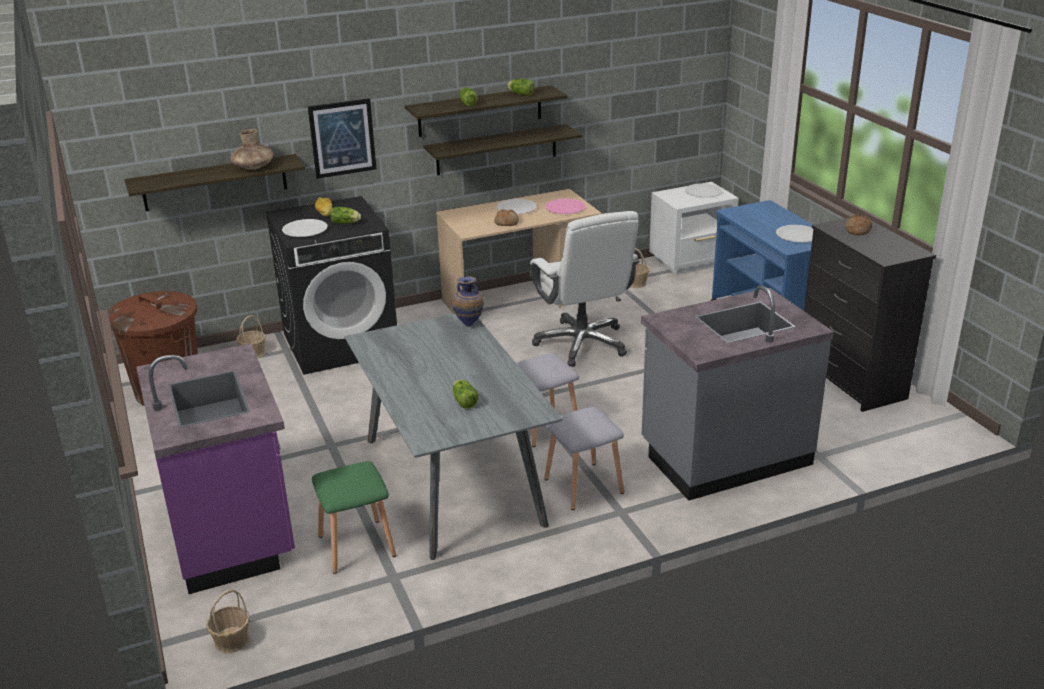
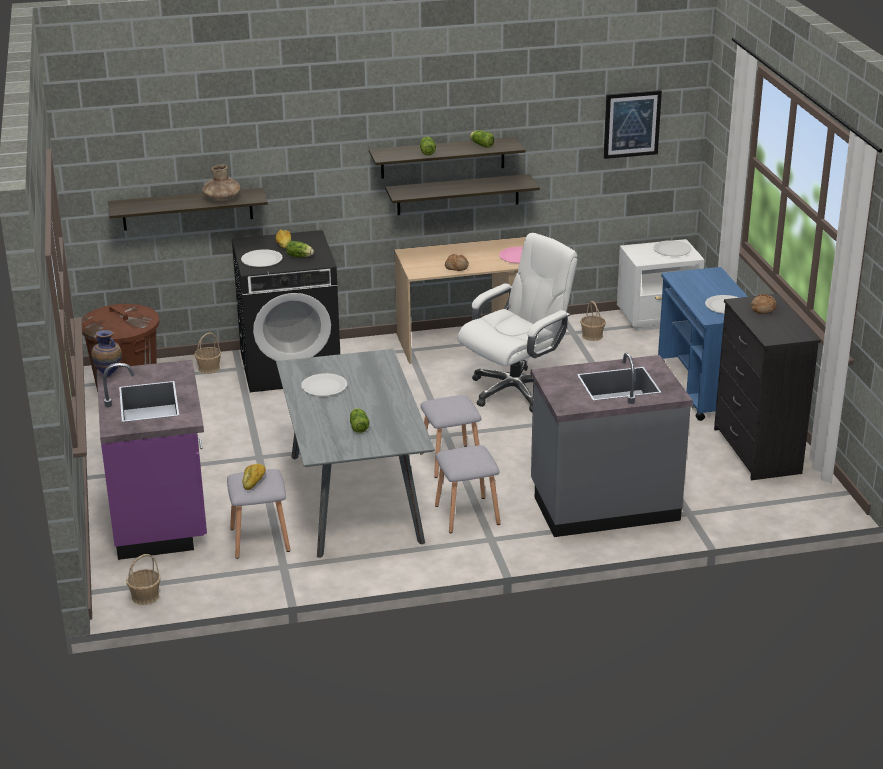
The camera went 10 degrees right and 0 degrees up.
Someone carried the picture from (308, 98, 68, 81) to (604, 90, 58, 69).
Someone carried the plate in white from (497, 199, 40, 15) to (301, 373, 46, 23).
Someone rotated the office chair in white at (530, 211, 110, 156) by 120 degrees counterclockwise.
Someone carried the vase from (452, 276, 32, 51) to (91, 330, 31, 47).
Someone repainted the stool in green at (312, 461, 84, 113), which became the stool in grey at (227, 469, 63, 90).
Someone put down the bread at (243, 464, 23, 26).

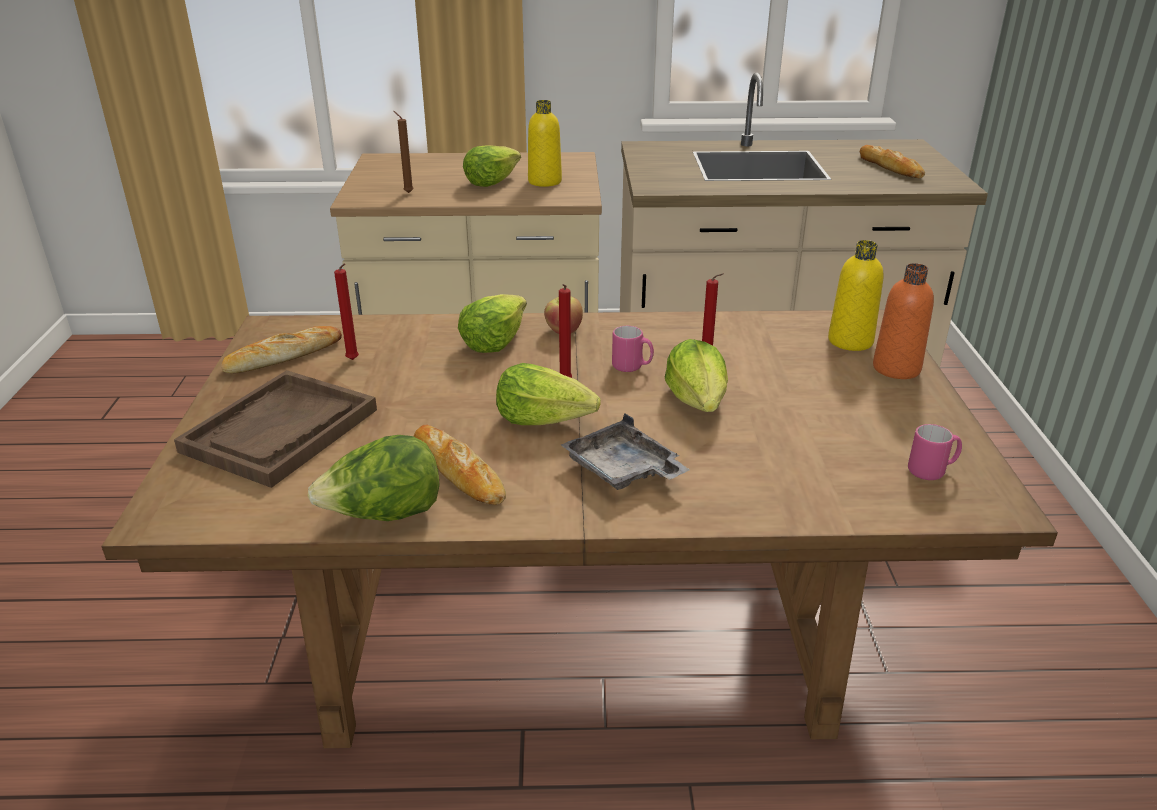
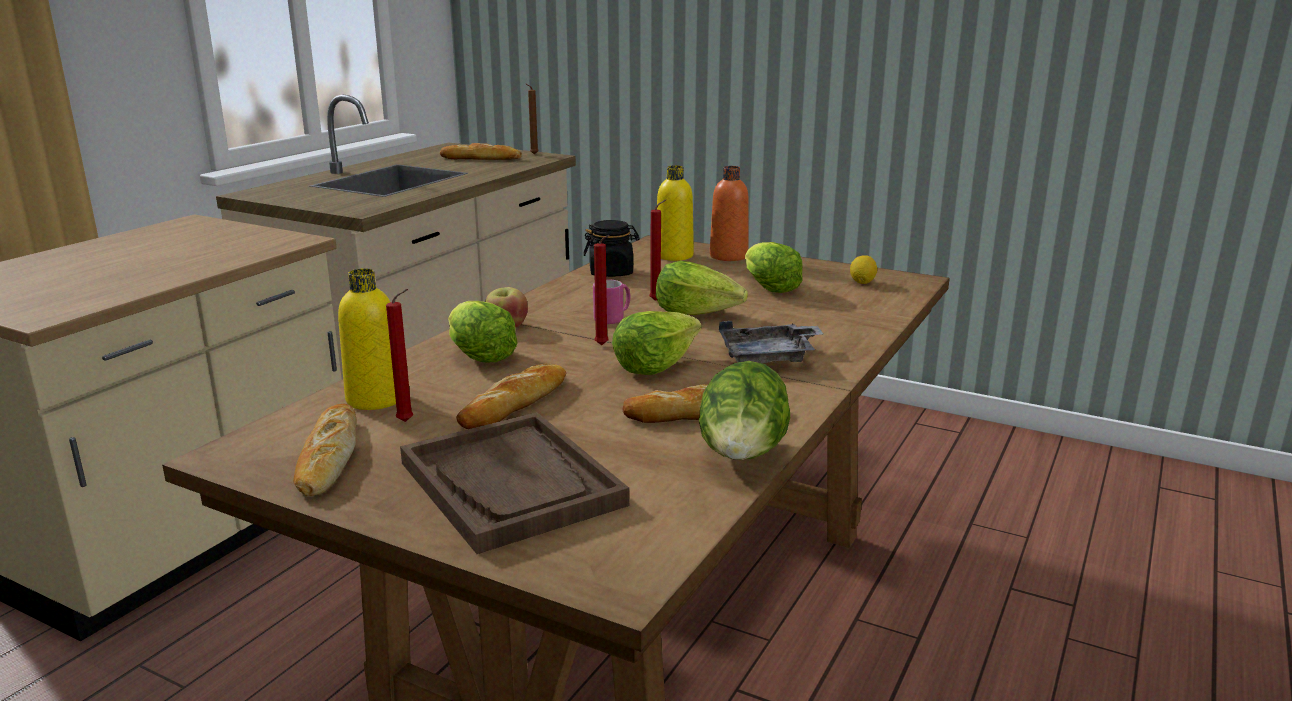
The camera went 60 degrees left and 10 degrees down.
Someone carried the bottle in yellow from (528, 100, 34, 87) to (338, 268, 58, 142).
Someone carried the candle in brown from (393, 111, 21, 82) to (526, 84, 13, 71).
Someone carried the lettuce from (463, 145, 58, 42) to (745, 242, 58, 51).
Someone swapped the mug in pink at (908, 424, 54, 56) for the lemon at (850, 255, 27, 29).
Someone put down the jar in black at (583, 220, 57, 57).
Someone put down the bread at (456, 363, 111, 66).

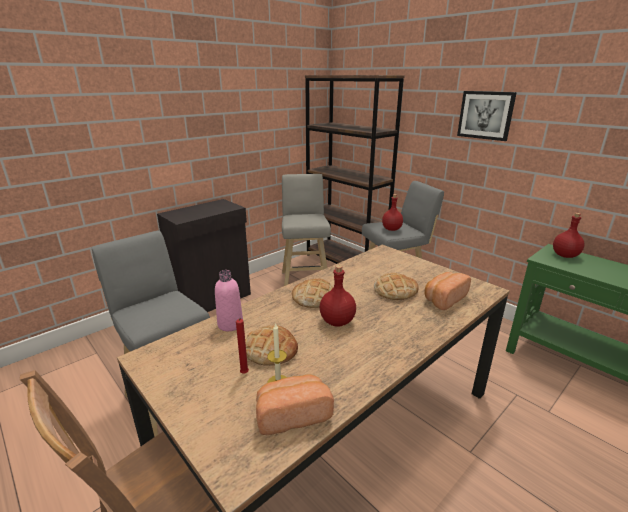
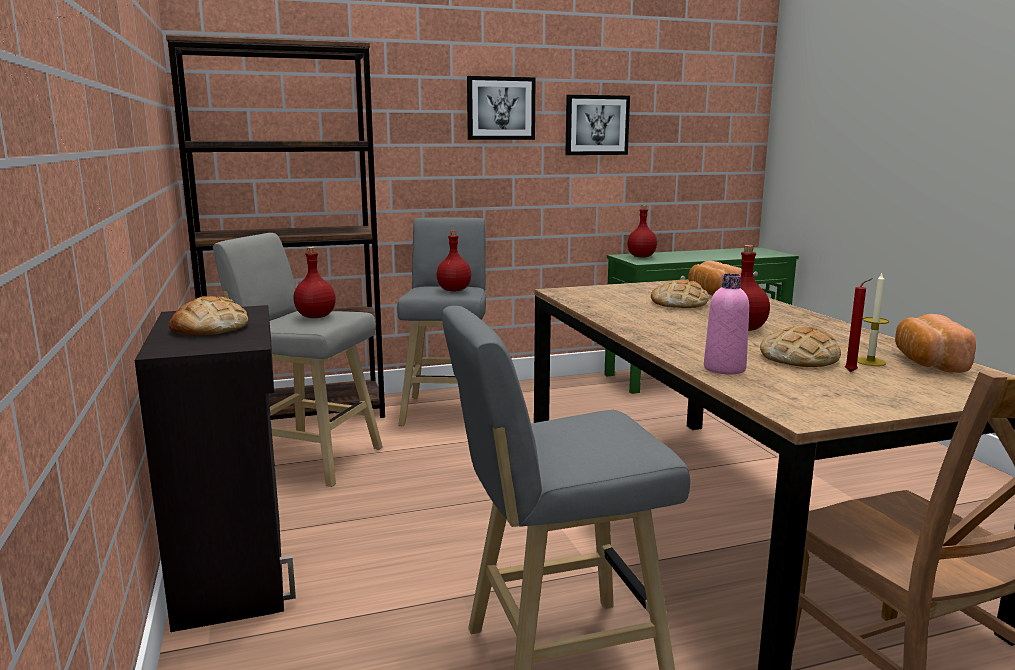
The camera went 65 degrees left and 10 degrees down.
Someone carried the bread from (292, 278, 41, 30) to (169, 296, 79, 39).
Someone put up the picture at (565, 95, 65, 60).
Someone put down the bottle in red at (294, 247, 42, 71).

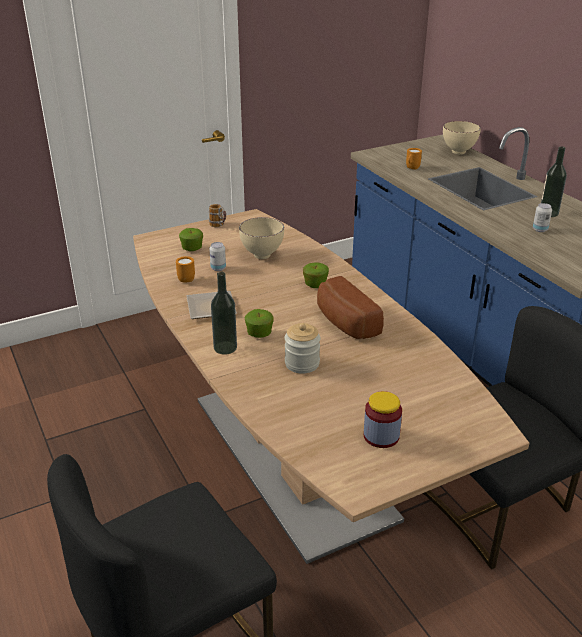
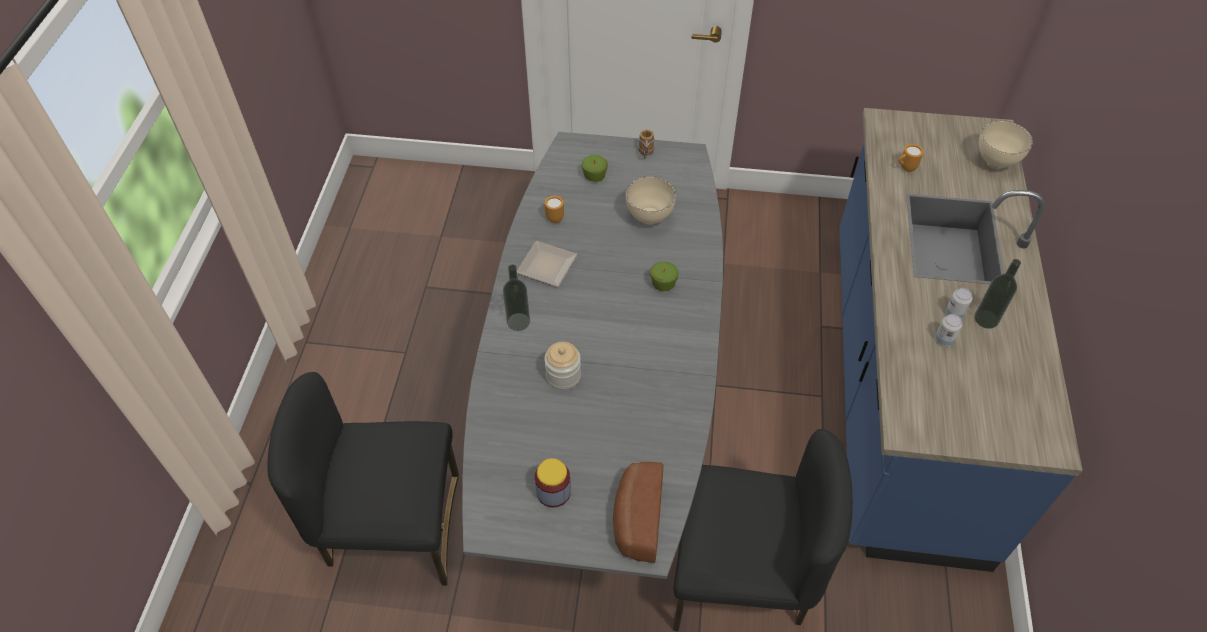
The camera went 35 degrees right and 20 degrees up.
Someone repainted the dining table in brown at (133, 209, 396, 355), which became the dining table in grey at (462, 132, 261, 447).
Someone carried the can from (209, 242, 17, 29) to (946, 288, 26, 31).
Someone carried the bread from (317, 276, 67, 63) to (613, 462, 50, 101).
Someone took away the apple at (245, 309, 29, 29).

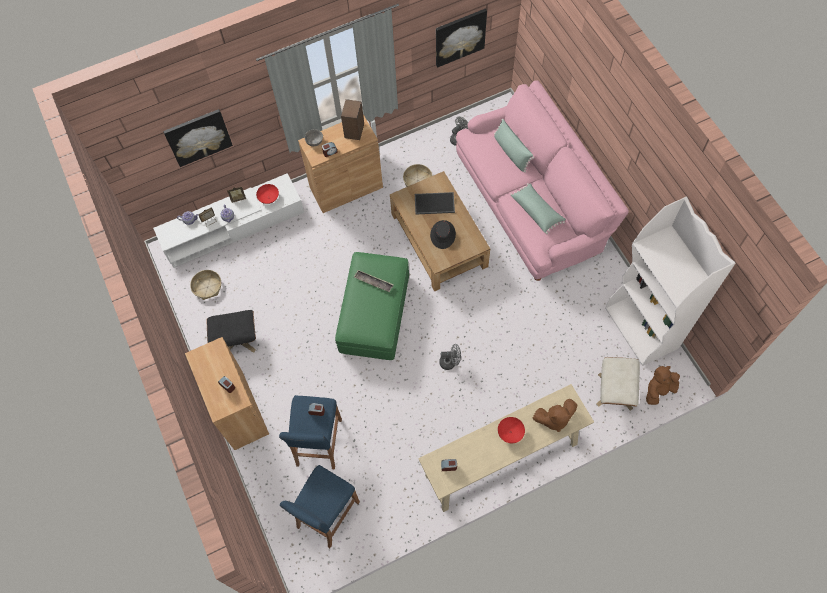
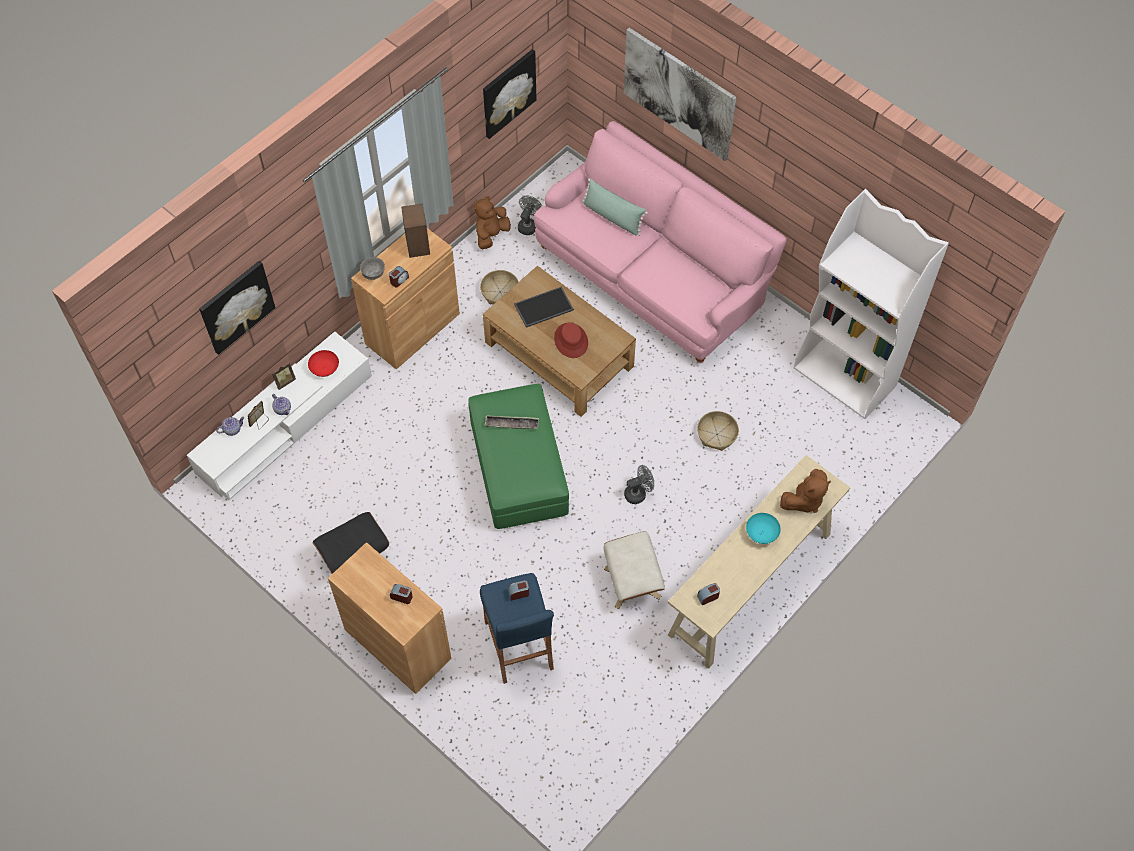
The camera went 25 degrees left and 5 degrees down.
Someone took away the pillow in green at (510, 183, 56, 51).
Someone repainted the hat in black at (430, 220, 26, 29), which became the hat in red at (554, 322, 34, 36).
Someone carried the basket from (190, 270, 32, 30) to (697, 411, 42, 40).
Someone carried the ottoman in beige from (596, 357, 44, 54) to (604, 531, 61, 78).
Someone carried the plush toy in brown from (646, 366, 34, 39) to (474, 196, 37, 53).
Someone repainted the bowl in red at (498, 417, 27, 26), which became the bowl in turquoise at (746, 513, 35, 31).
Someone took away the stool in blue at (280, 465, 80, 83).
Someone put up the picture at (624, 28, 112, 133).

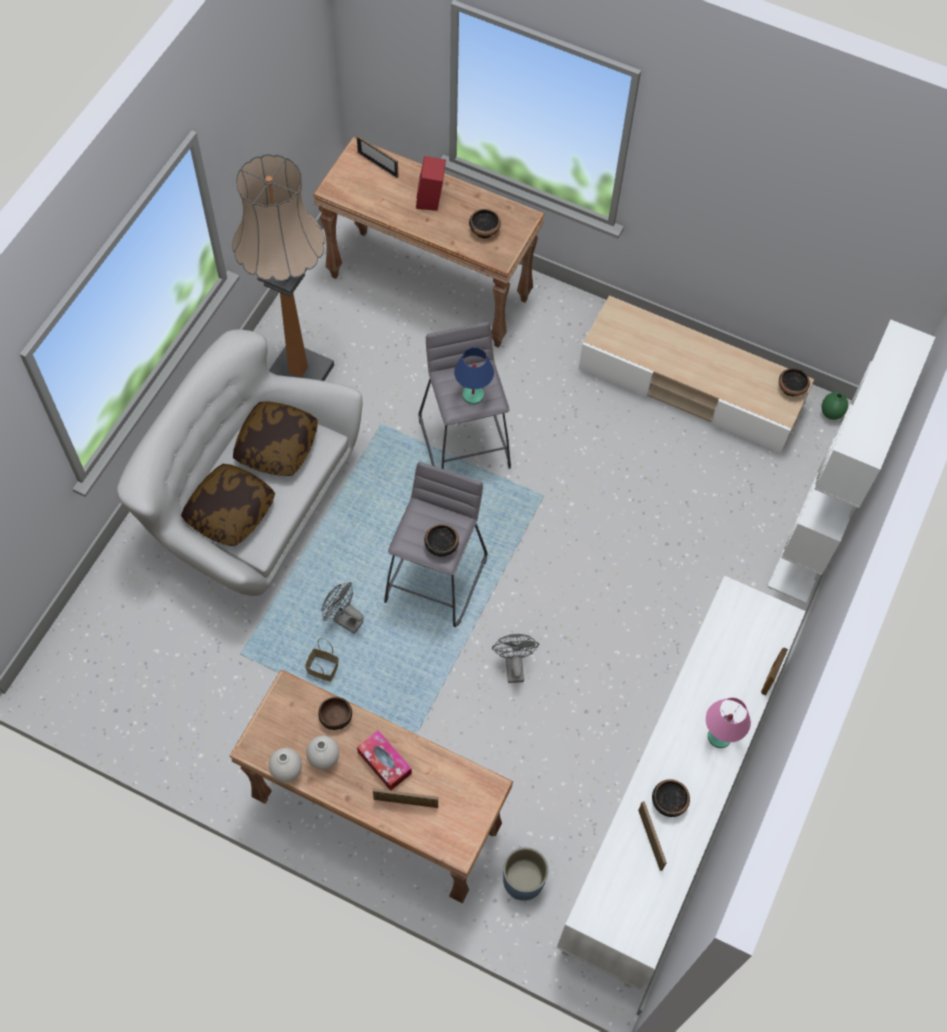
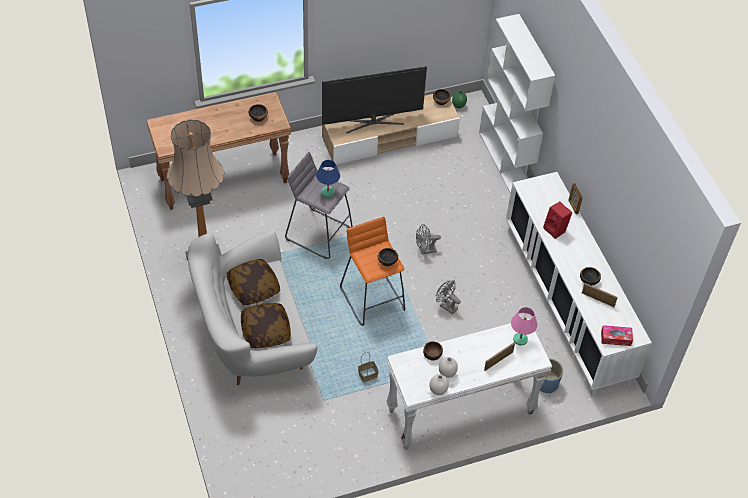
The camera went 45 degrees left and 10 degrees down.
Someone took away the picture frame at (357, 136, 42, 42).
Someone carried the speaker in red from (416, 156, 30, 55) to (543, 202, 29, 37).
Someone repainted the stool in grey at (384, 462, 103, 165), which became the stool in orange at (340, 217, 65, 109).
Someone carried the fan in grey from (321, 582, 43, 52) to (416, 224, 25, 30).
Someone repainted the console table in brown at (230, 669, 283, 234), which became the console table in white at (386, 318, 166, 132).
Someone carried the table lamp in pink from (706, 697, 45, 51) to (511, 307, 26, 38).
Someone carried the tissue box from (357, 730, 55, 61) to (601, 325, 32, 21).
Someone put down the television at (322, 66, 105, 67).

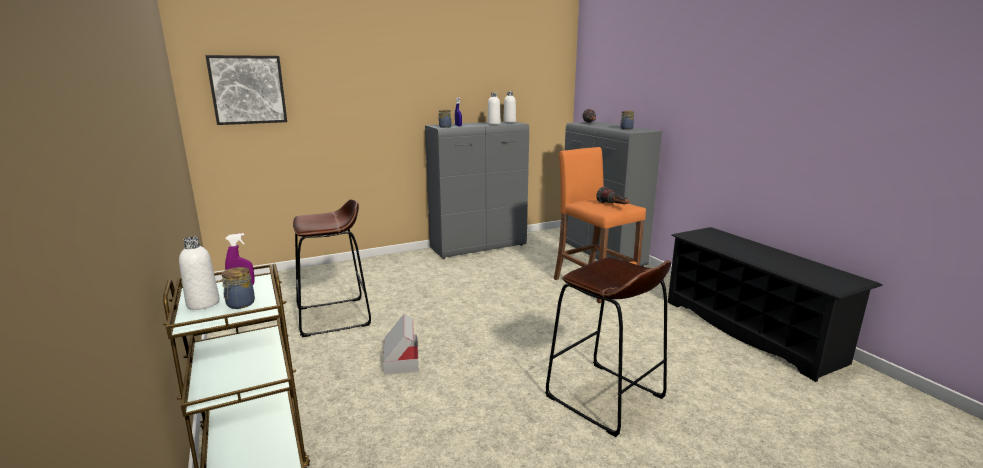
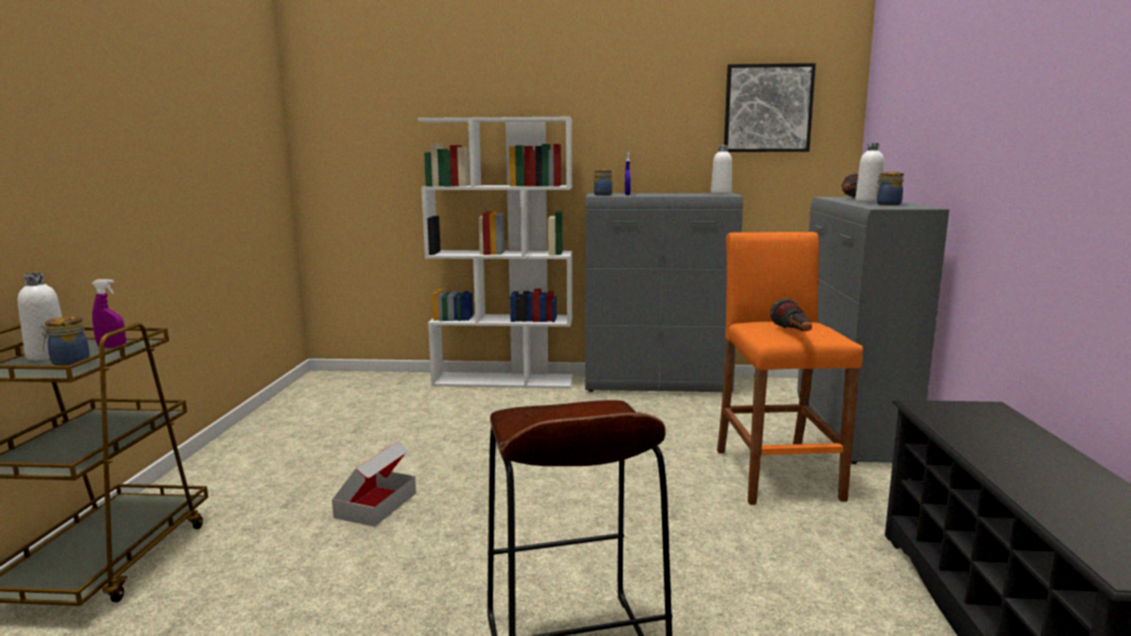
The camera went 30 degrees right and 5 degrees down.
Someone carried the picture from (206, 55, 81, 70) to (724, 63, 92, 89).
Someone carried the bottle in white from (487, 92, 14, 33) to (855, 143, 29, 60).
Someone took away the stool in brown at (293, 199, 78, 138).
Someone put down the bookcase in white at (418, 117, 155, 272).

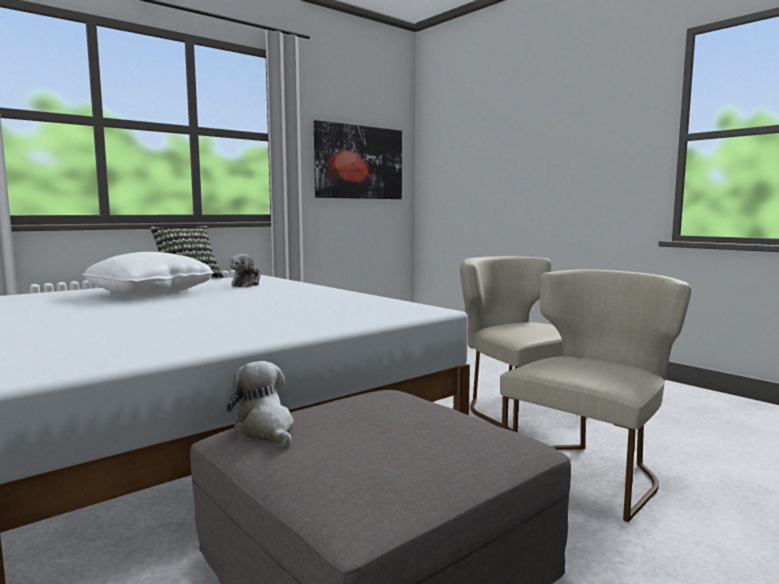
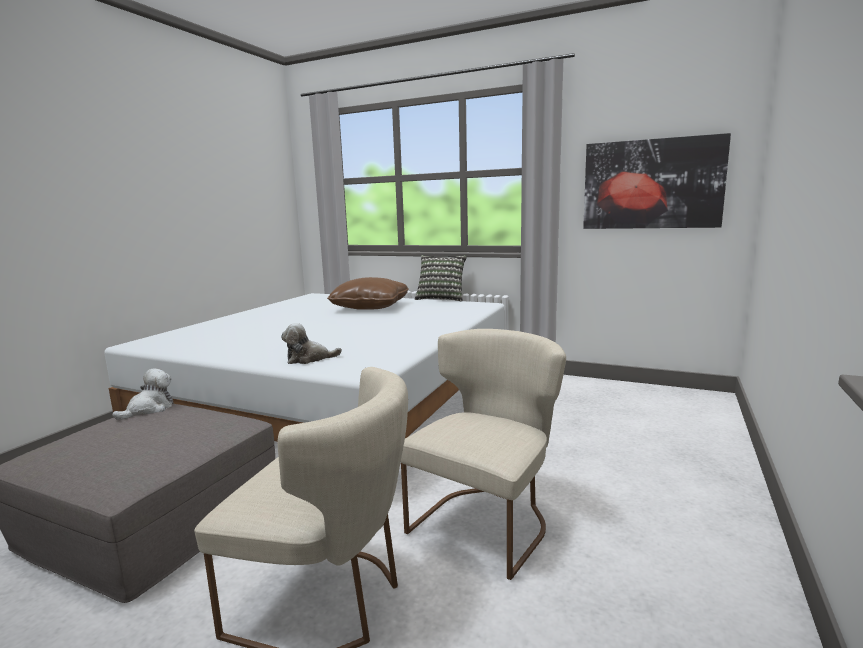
The camera went 65 degrees right and 5 degrees up.
Someone repainted the pillow in white at (83, 252, 131, 43), which became the pillow in brown at (327, 277, 82, 33).
Someone carried the plush toy from (230, 254, 30, 33) to (281, 323, 61, 41).

